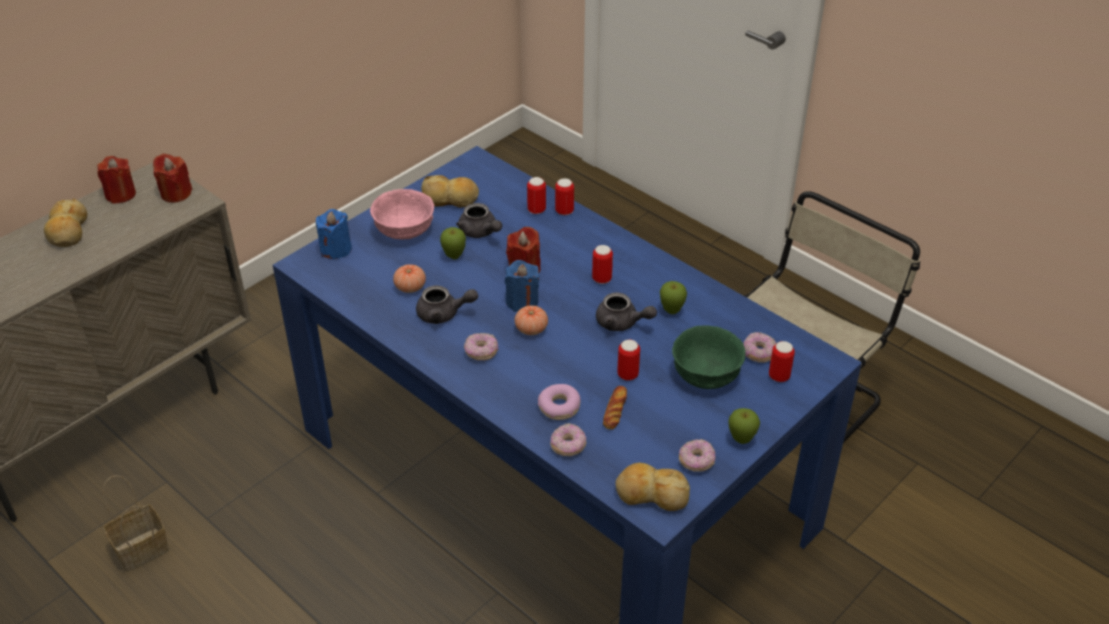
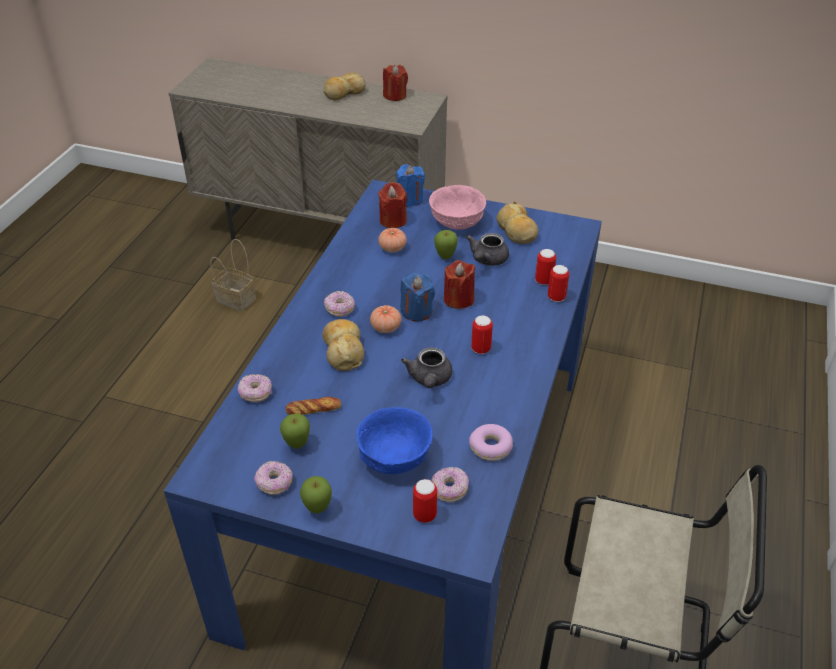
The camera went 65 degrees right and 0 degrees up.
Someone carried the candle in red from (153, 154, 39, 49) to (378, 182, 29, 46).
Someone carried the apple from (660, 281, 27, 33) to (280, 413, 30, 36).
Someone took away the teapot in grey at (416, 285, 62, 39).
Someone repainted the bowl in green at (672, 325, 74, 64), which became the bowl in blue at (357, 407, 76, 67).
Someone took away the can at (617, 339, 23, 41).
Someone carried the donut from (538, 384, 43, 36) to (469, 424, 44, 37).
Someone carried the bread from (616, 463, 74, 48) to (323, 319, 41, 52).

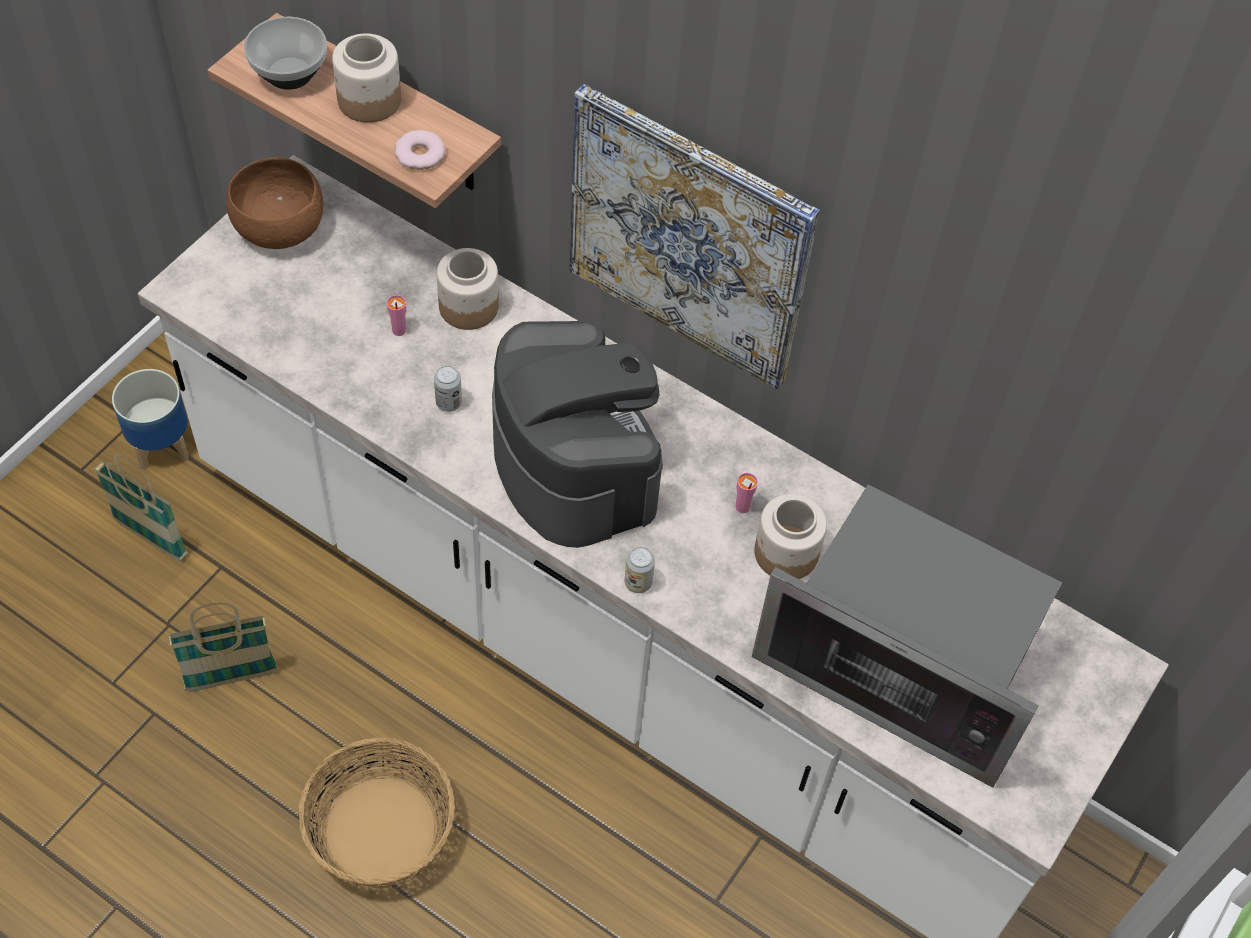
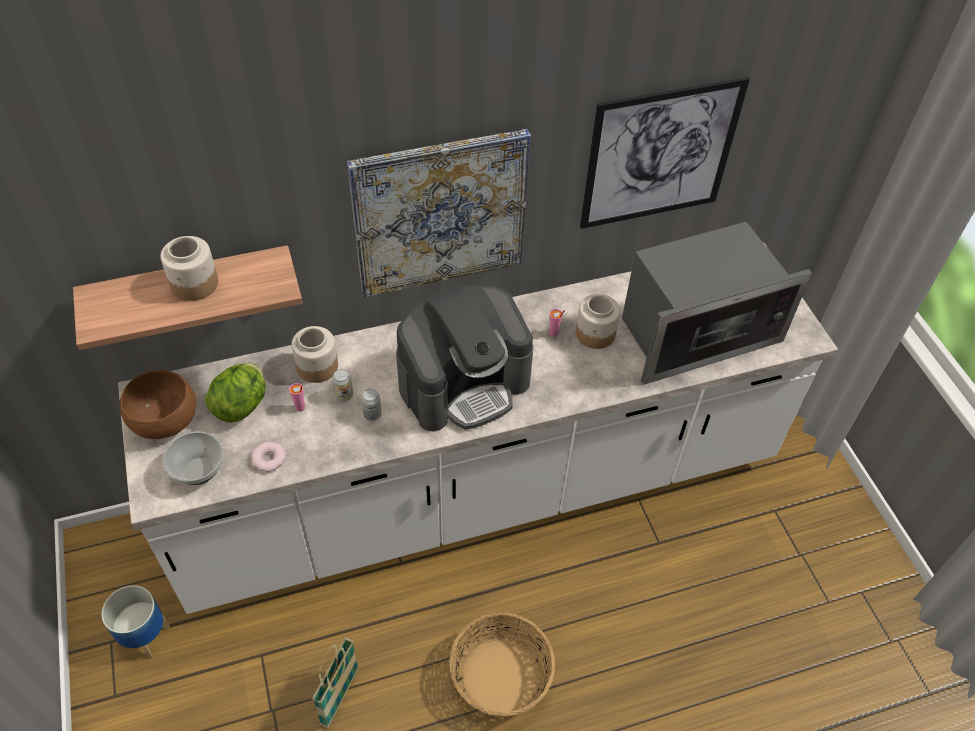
The camera went 50 degrees left and 5 degrees down.
Someone carried the bowl from (244, 17, 83, 73) to (163, 432, 61, 53).
Someone carried the donut from (395, 130, 50, 40) to (251, 441, 35, 31).
Someone rotated the coffee machine at (492, 320, 171, 228) by 135 degrees clockwise.
Someone took away the basket at (94, 455, 94, 106).
Someone carried the can from (625, 547, 30, 46) to (332, 369, 21, 32).
Someone put up the picture at (580, 77, 170, 152).
Someone put down the lettuce at (205, 363, 61, 60).

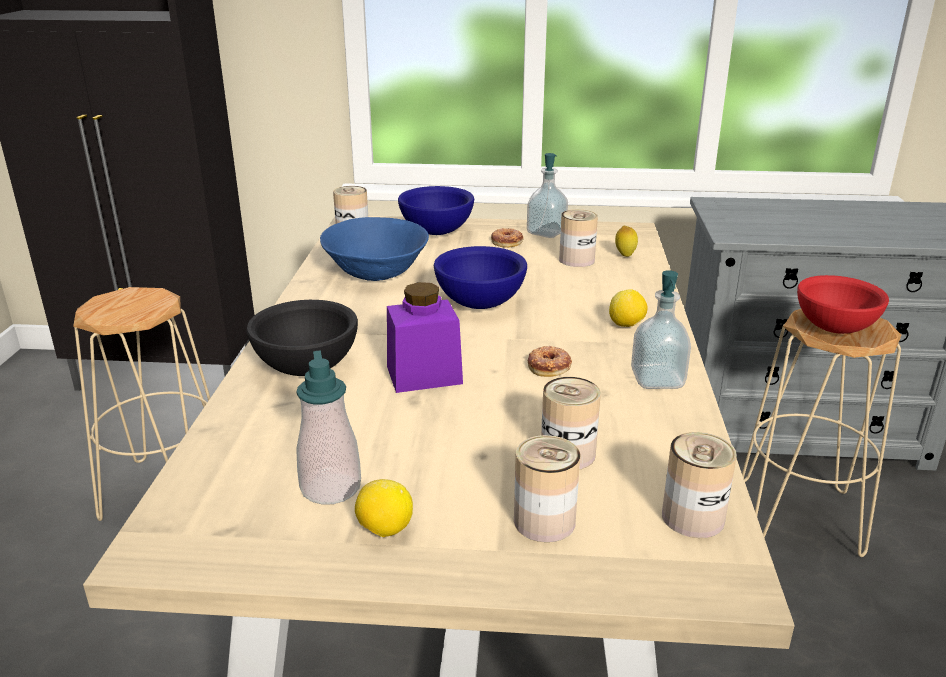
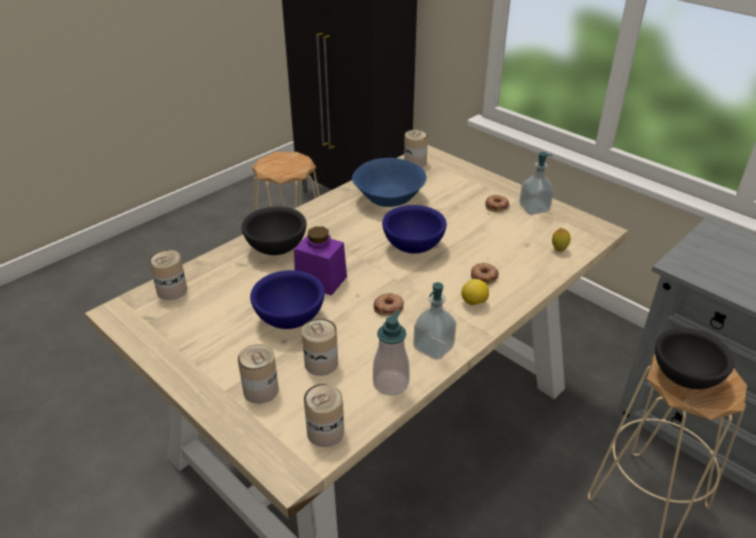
The camera went 40 degrees right and 10 degrees up.
Someone carried the bowl in blue from (398, 186, 76, 49) to (250, 270, 75, 59).
Someone carried the can from (559, 209, 39, 58) to (149, 250, 38, 50).
Someone repainted the bowl in red at (797, 275, 92, 59), which became the bowl in black at (655, 328, 79, 61).
Someone carried the soap dispenser from (296, 351, 65, 154) to (373, 310, 37, 86).
Someone took away the lemon at (355, 479, 58, 58).
Someone put down the donut at (471, 263, 28, 22).

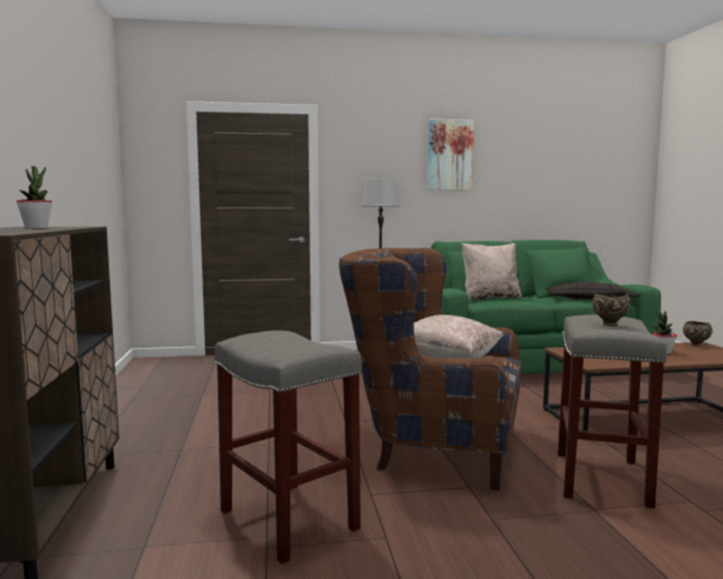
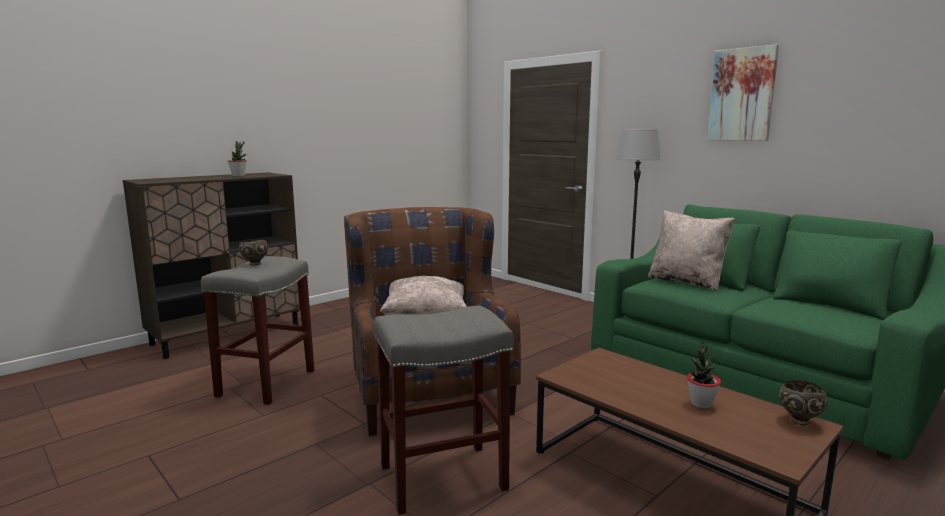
The camera went 55 degrees right and 5 degrees up.
Someone took away the pillow at (546, 282, 95, 18).
Someone carried the bowl in brown from (592, 292, 39, 34) to (239, 238, 29, 28).

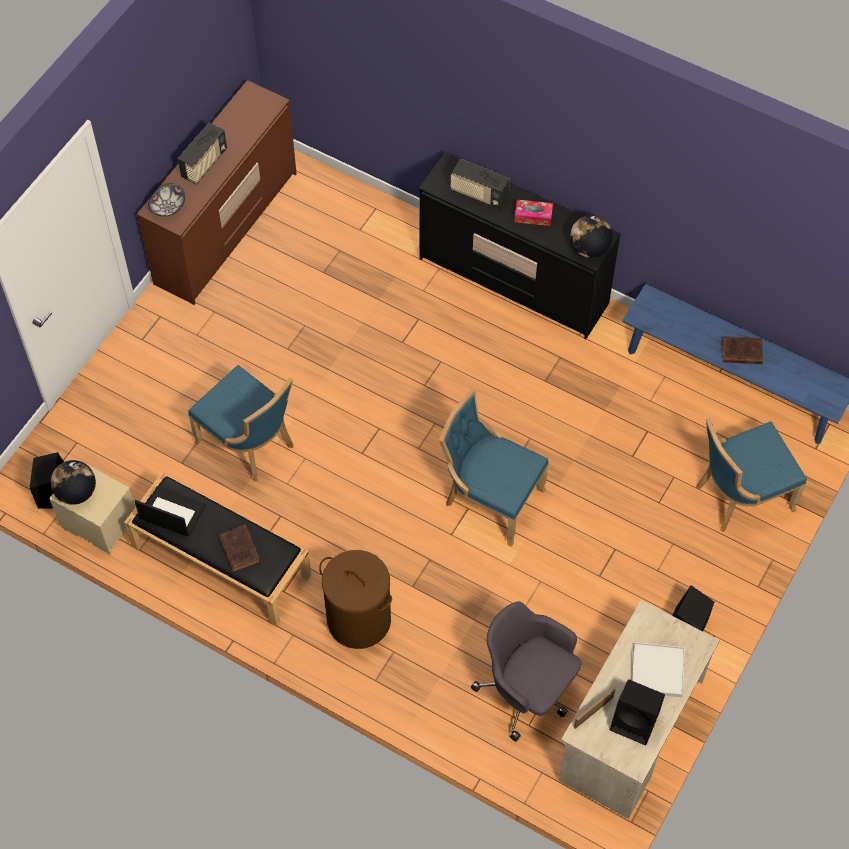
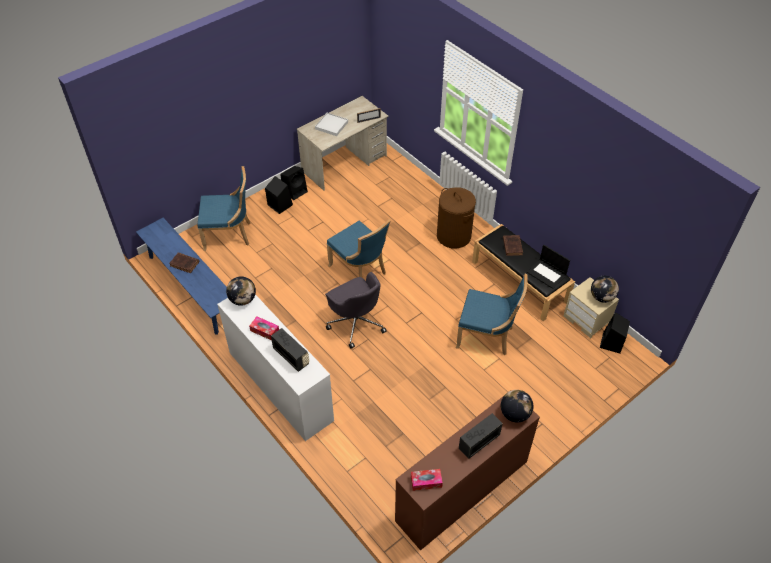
The camera went 160 degrees left and 10 degrees down.
Someone repainted the dresser in black at (419, 153, 202, 186), which became the dresser in white at (217, 294, 117, 147).
Someone swapped the bowl at (148, 183, 37, 34) for the globe at (501, 390, 32, 33).
Someone rotated the chair in blue at (188, 365, 105, 117) by 135 degrees clockwise.
Someone carried the office chair in grey from (471, 601, 110, 140) to (325, 272, 62, 77).
Someone carried the speaker in black from (610, 679, 55, 66) to (265, 176, 28, 38).
Someone put down the tissue box at (411, 469, 32, 22).

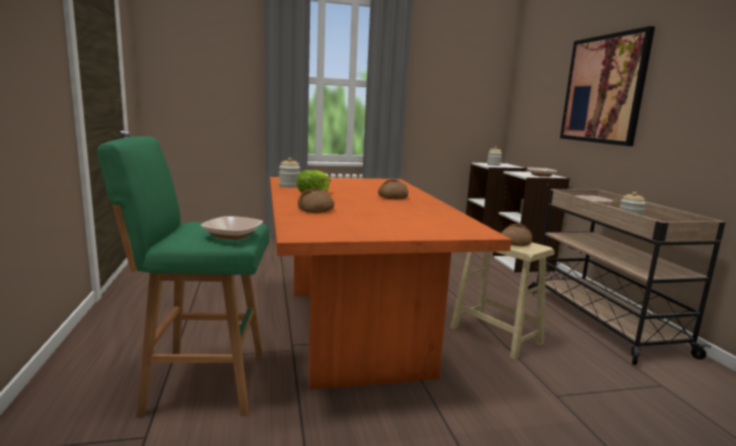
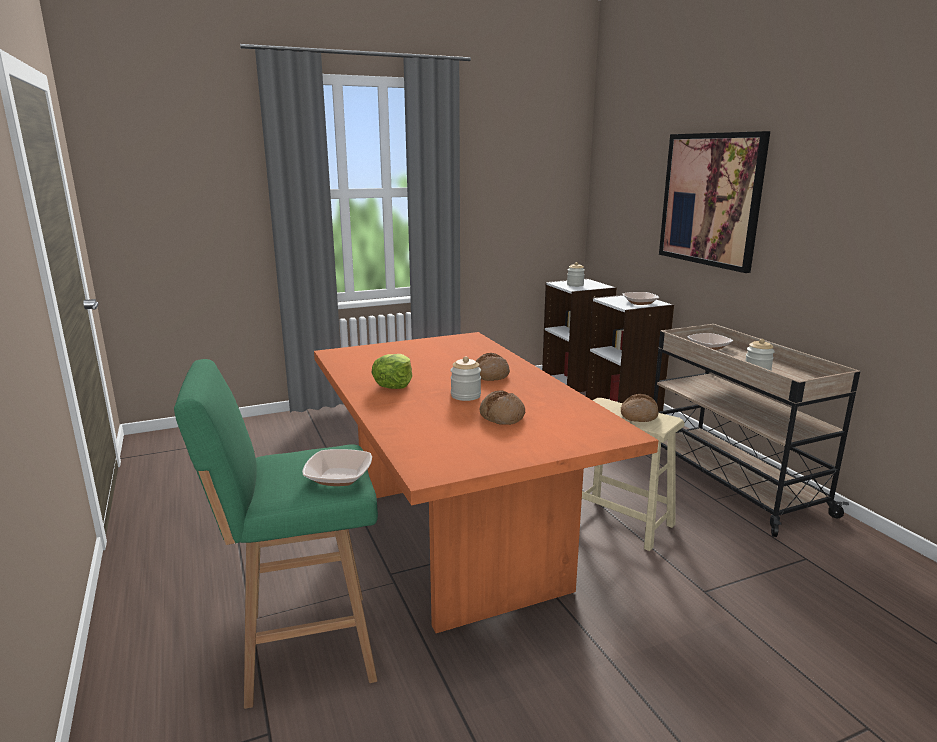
The camera went 10 degrees left and 5 degrees up.
Someone carried the jar from (279, 158, 21, 30) to (451, 356, 30, 45).
Someone carried the bread from (297, 189, 37, 24) to (480, 391, 45, 34).

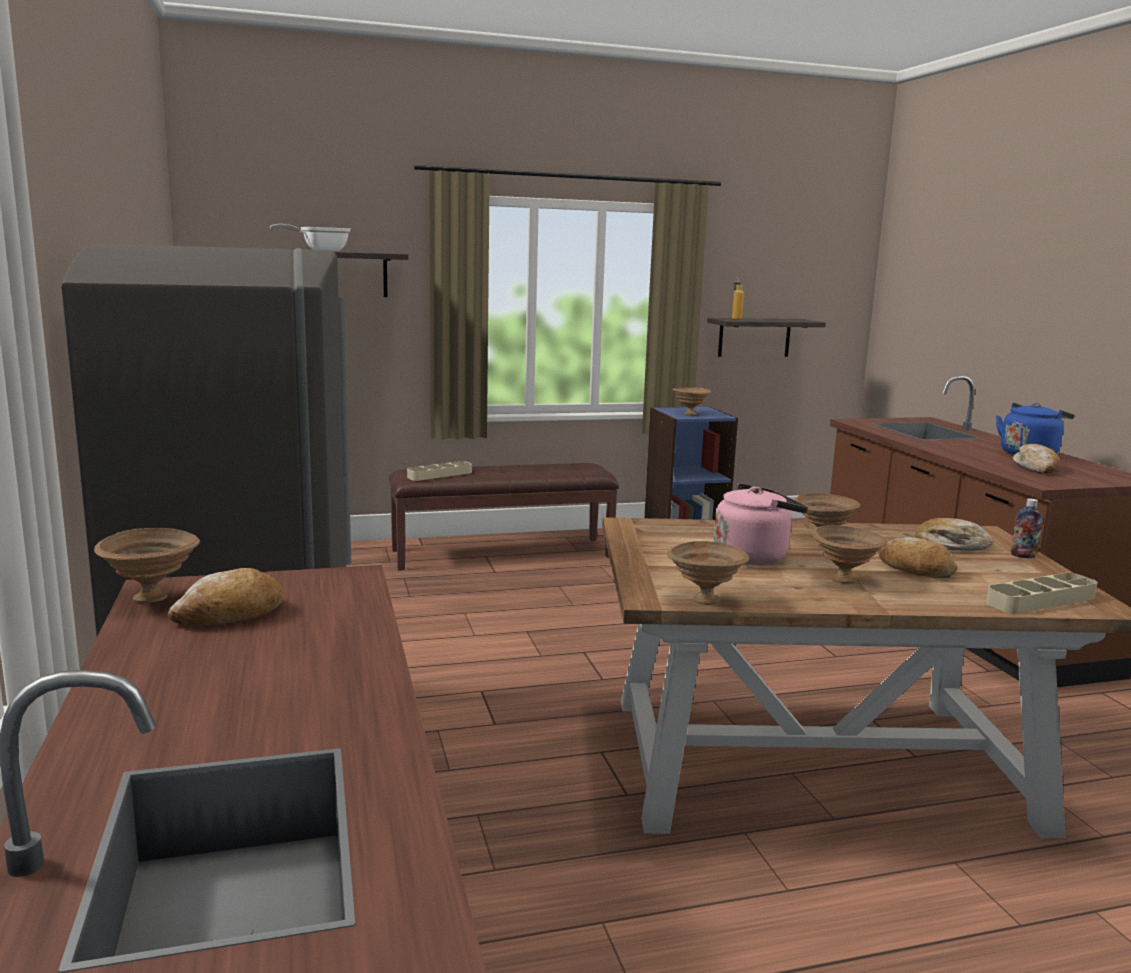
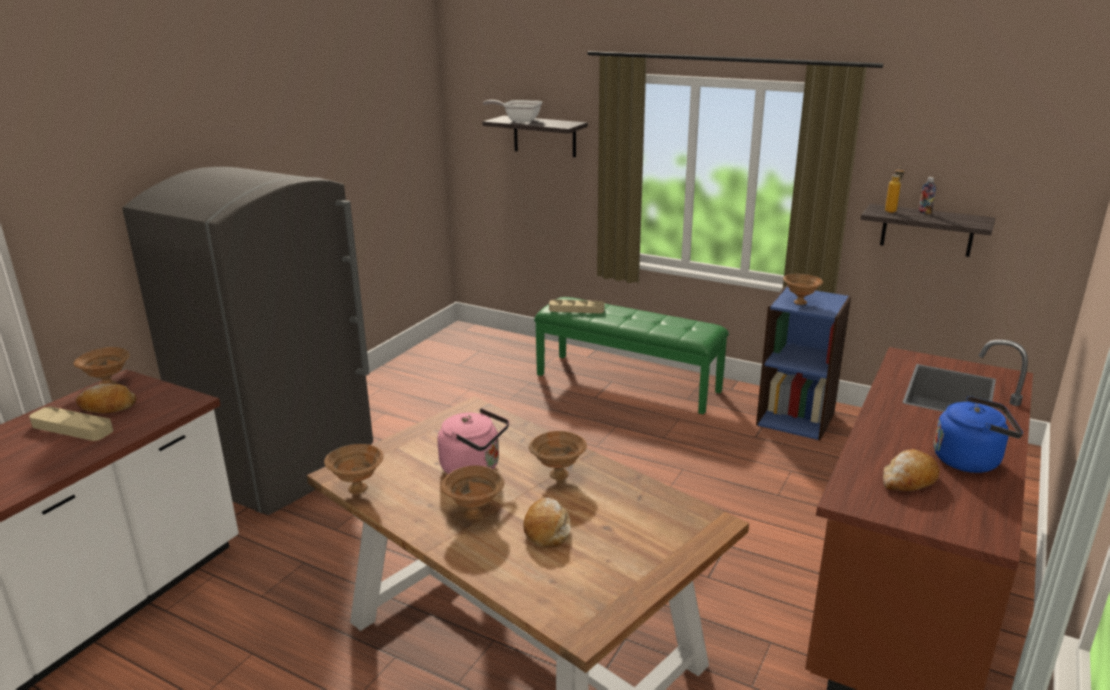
The camera went 45 degrees right and 10 degrees up.
Someone repainted the bench in brown at (389, 463, 230, 108), which became the bench in green at (534, 297, 195, 118).
Someone carried the bottle from (1011, 498, 32, 60) to (918, 177, 18, 37).
Someone took away the bread at (915, 518, 78, 33).
Someone carried the tray in beige from (986, 573, 112, 40) to (29, 407, 84, 34).

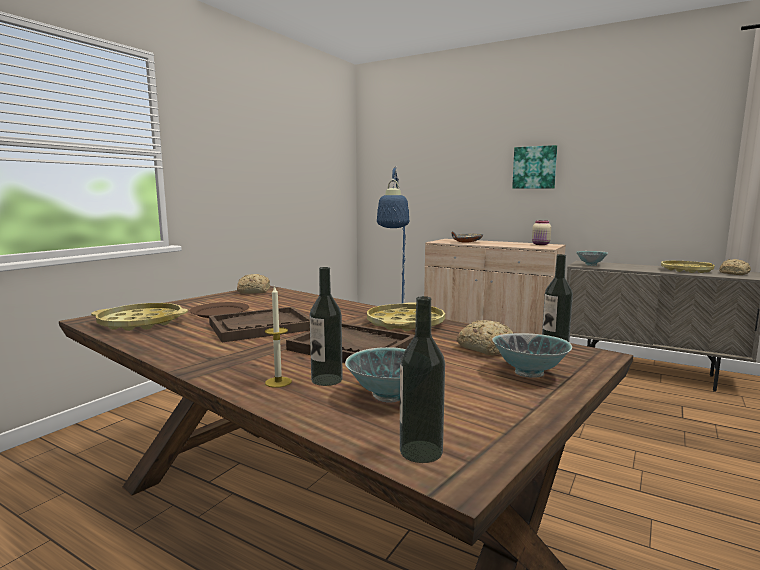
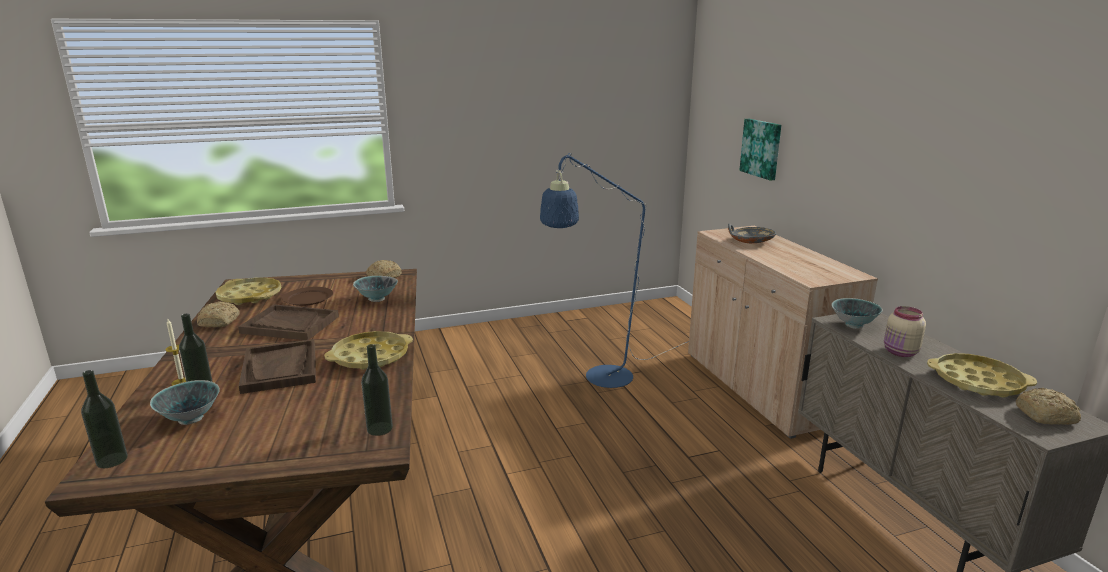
The camera went 40 degrees right and 10 degrees up.
Someone carried the picture from (512, 145, 45, 44) to (739, 119, 42, 62).
Someone carried the jar in beige from (532, 220, 19, 25) to (884, 306, 42, 51).
Someone carried the bread from (457, 320, 56, 35) to (197, 301, 43, 26).
Someone carried the bowl from (492, 333, 80, 45) to (353, 276, 45, 26).

